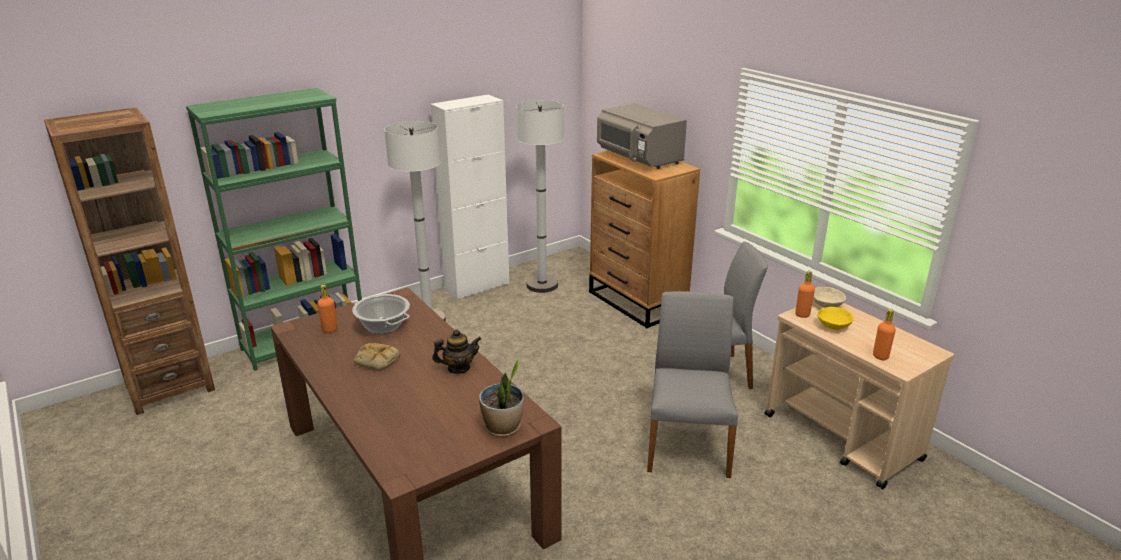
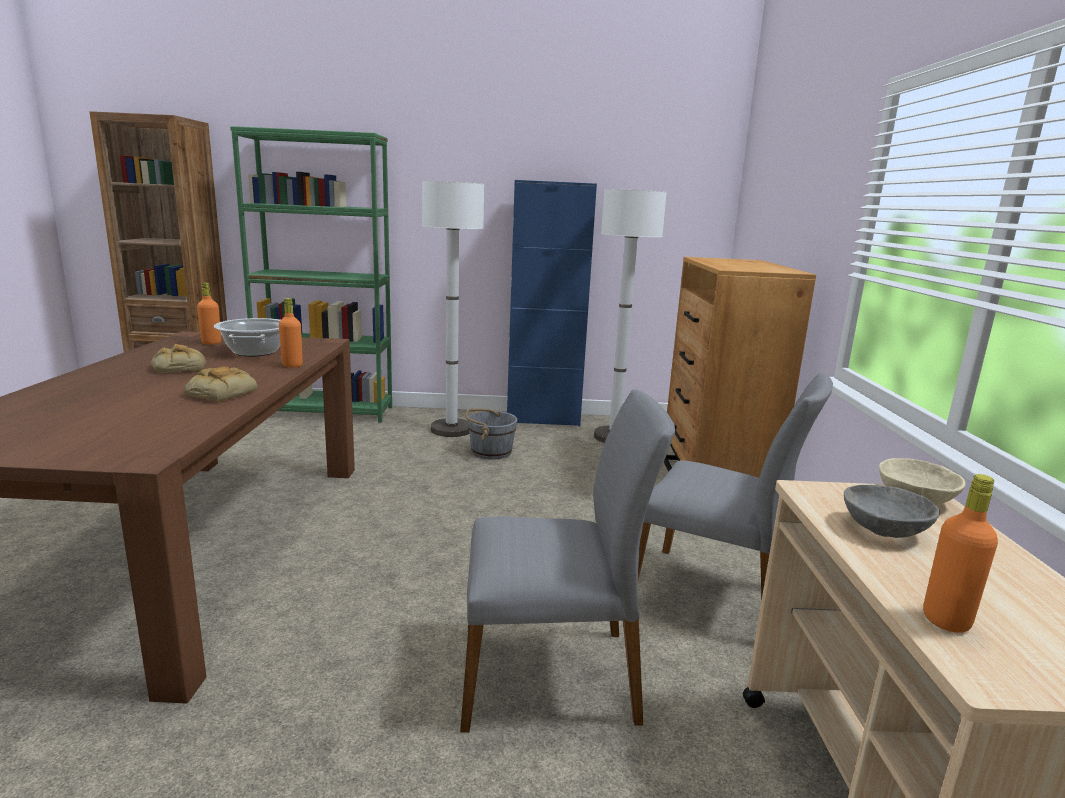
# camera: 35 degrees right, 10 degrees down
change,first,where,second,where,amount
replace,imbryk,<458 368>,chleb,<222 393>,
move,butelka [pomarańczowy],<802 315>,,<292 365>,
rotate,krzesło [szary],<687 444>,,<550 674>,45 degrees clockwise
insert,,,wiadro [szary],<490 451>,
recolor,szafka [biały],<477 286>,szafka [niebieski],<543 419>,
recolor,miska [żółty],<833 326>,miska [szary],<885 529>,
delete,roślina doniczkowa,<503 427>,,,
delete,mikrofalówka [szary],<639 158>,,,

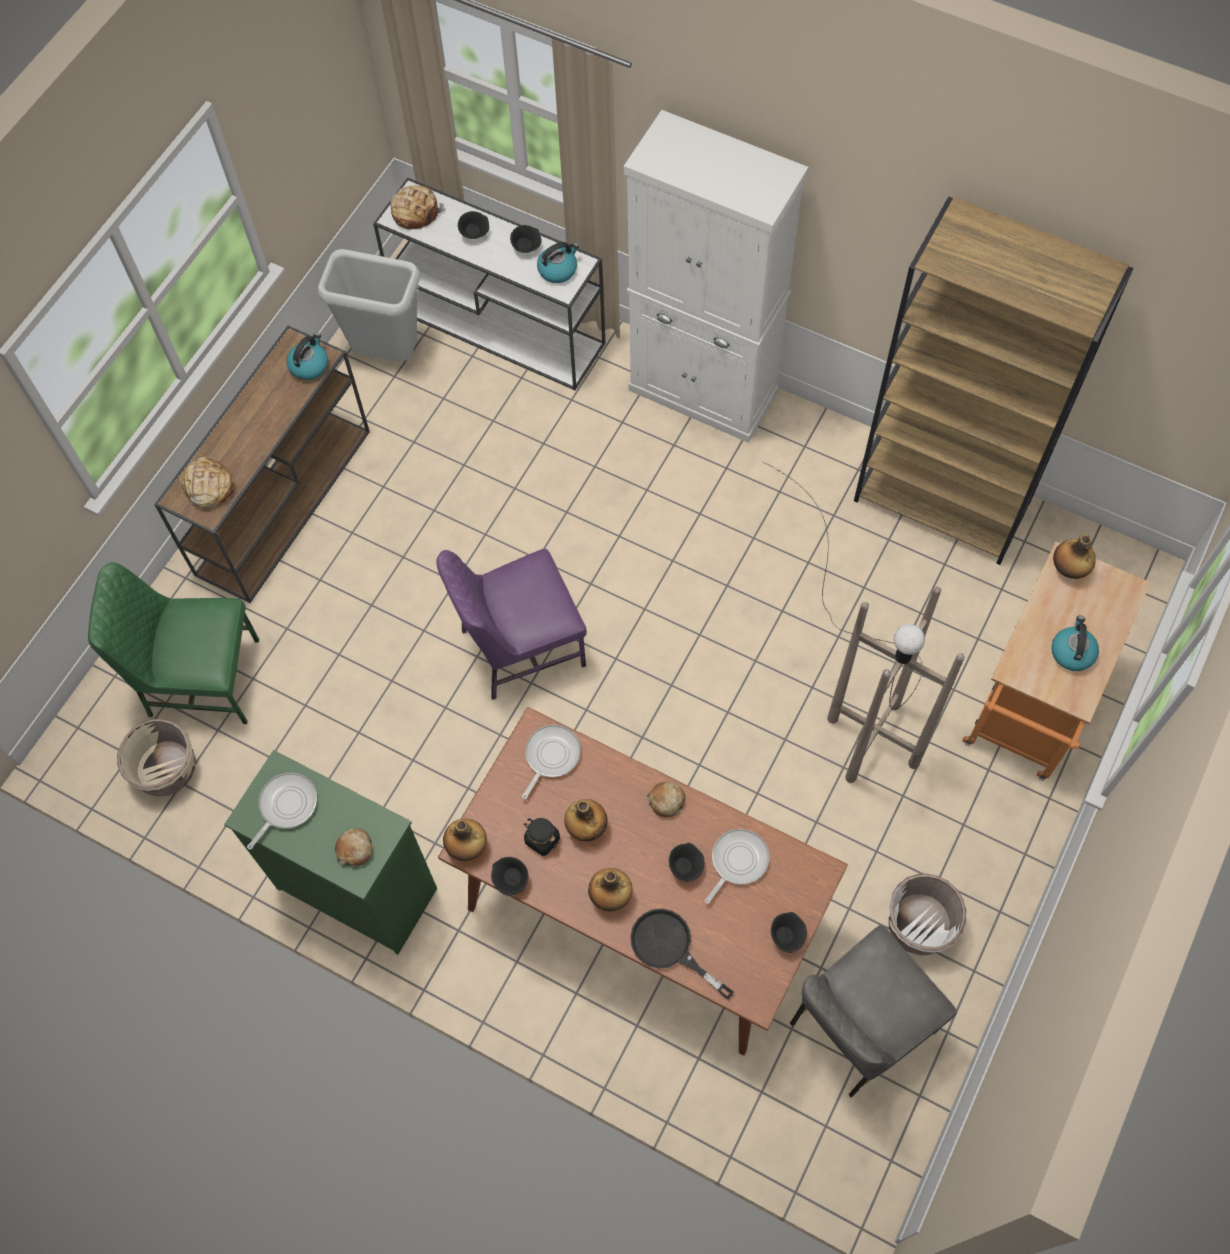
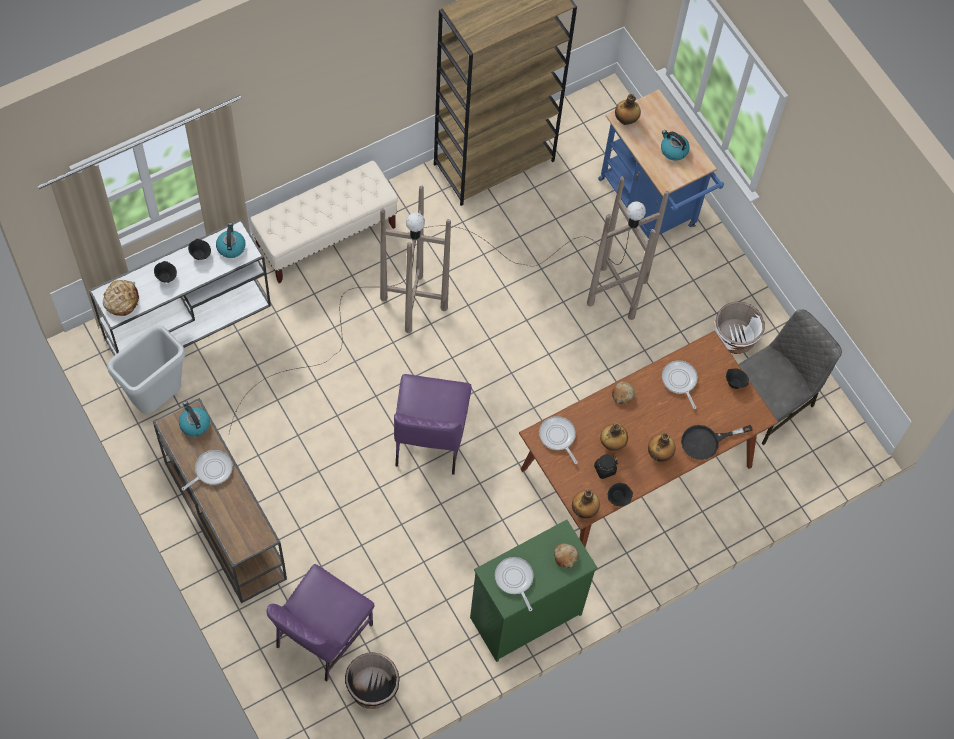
# camera: 65 degrees left, 0 degrees up
change,first,where,second,where,amount
insert,,,patelnia,<211 470>,
insert,,,lampa stojąca [brązowy],<365 325>,
replace,szafka [biały],<703 391>,ławka [beżowy],<326 237>,
recolor,krzesło [zielony],<201 679>,krzesło [fioletowy],<321 635>,
recolor,donica [beżowy],<166 770>,donica [czarny],<372 688>,
recolor,wózek [pomarańczowy],<1027 713>,wózek [niebieski],<651 207>,
rotate,krzesło [szary],<858 1026>,,<770 401>,120 degrees counterclockwise
delete,chleb,<208 487>,,,
delete,miska [czarny],<685 866>,,,

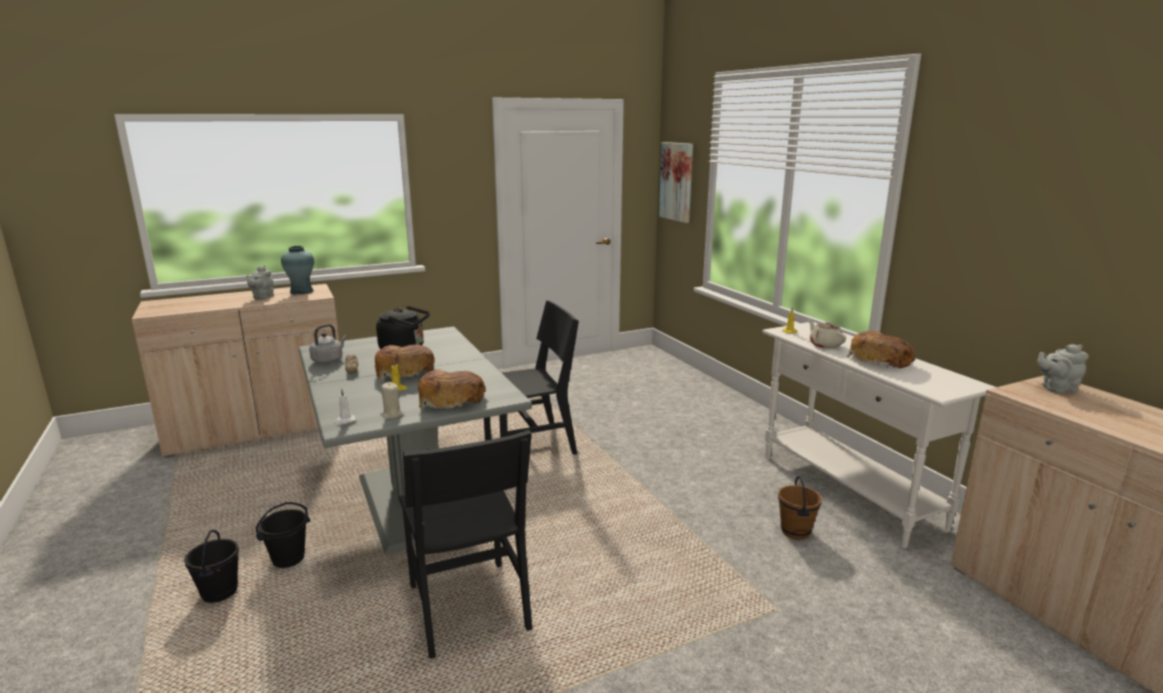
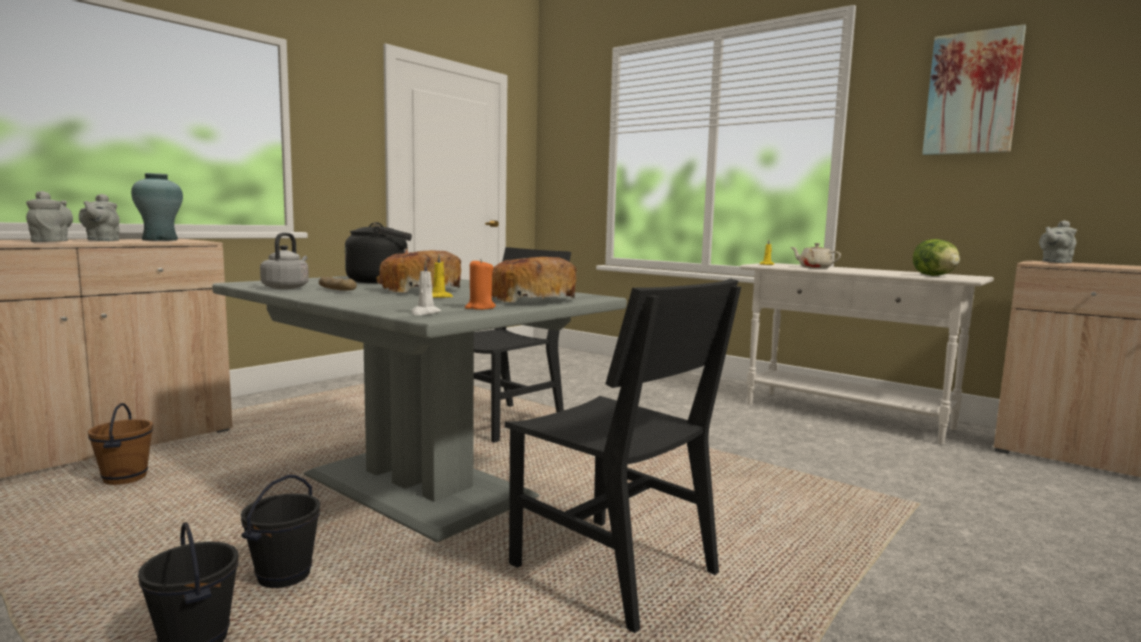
# camera: 25 degrees left, 10 degrees down
change,first,where,second,where,amount
insert,,,imbryk [szary],<52 242>,
move,wiadro [brązowy],<796 532>,,<126 479>,
recolor,świeca [beżowy],<391 414>,świeca [pomarańczowy],<480 308>,
insert,,,sałata,<935 276>,
move,obraz,<677 181>,,<972 93>,
delete,chleb,<879 360>,,,

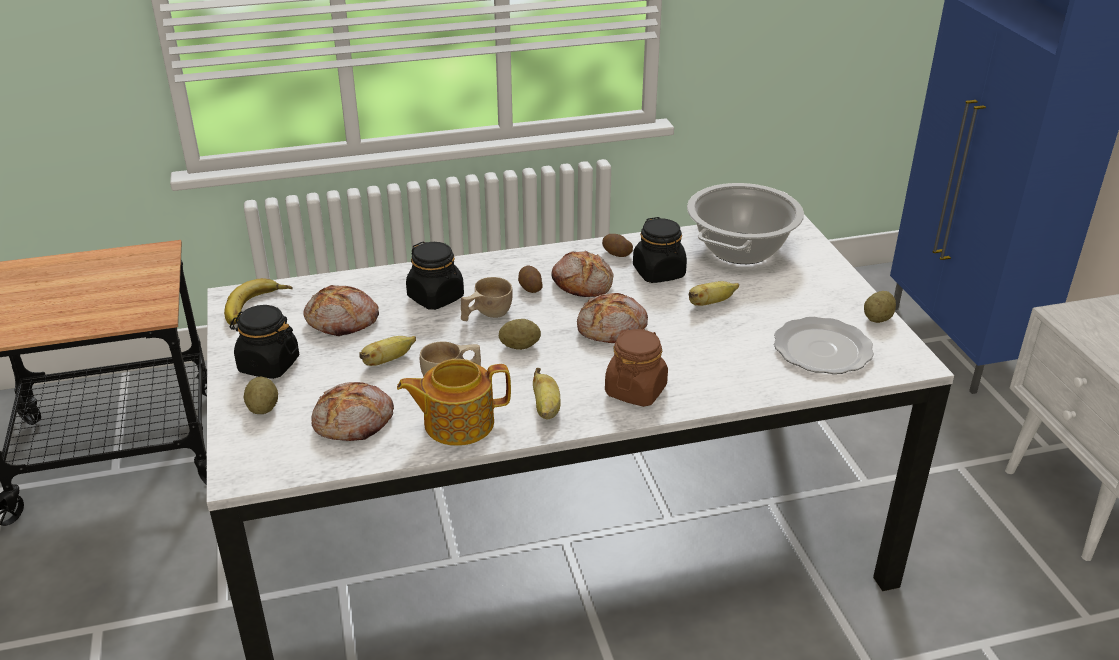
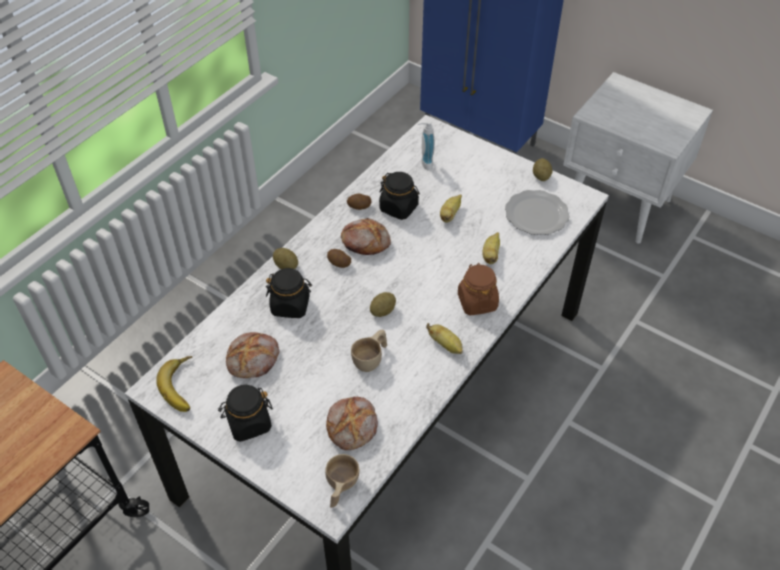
# camera: 40 degrees left, 15 degrees up
change,first,where,second,where,amount
move,ziemniak,<263 408>,,<286 266>,
move,filiżanka [beżowy],<486 315>,,<340 488>,
replace,garnek,<741 249>,dozownik mydła,<424 164>,
move,banan,<387 361>,,<491 255>,
delete,imbryk,<457 423>,,,
delete,chleb,<612 328>,,,

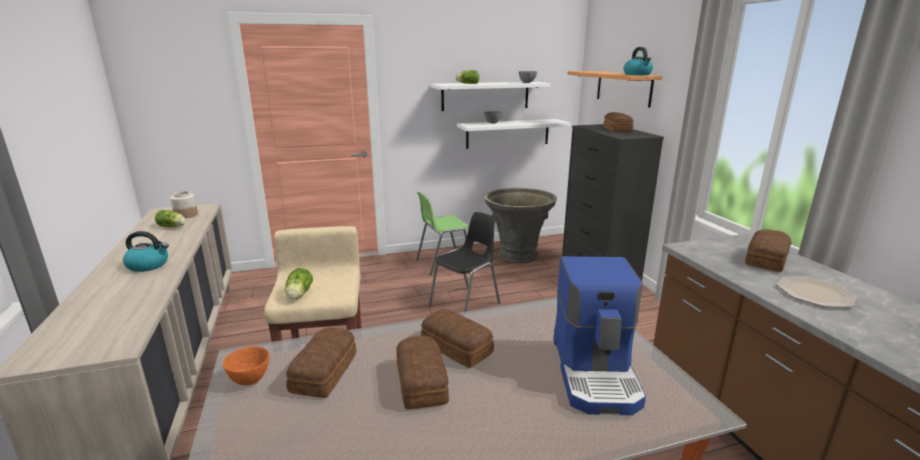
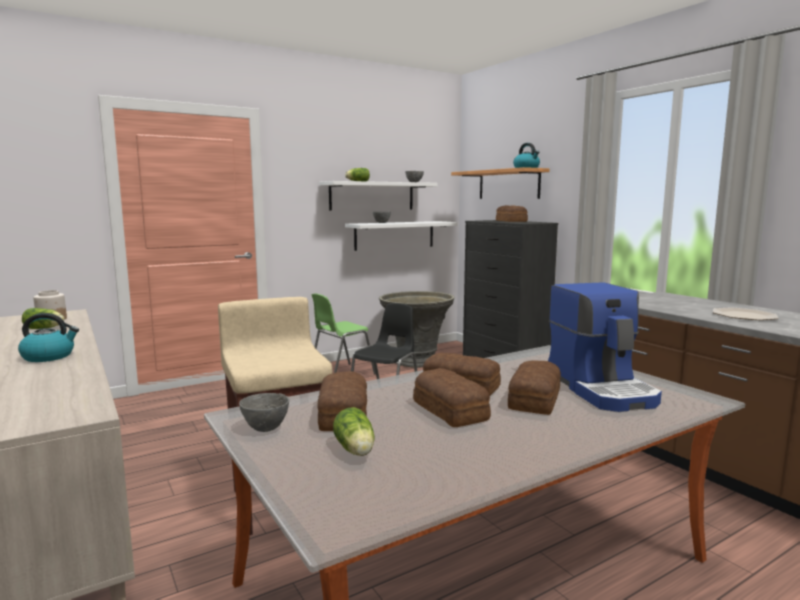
# camera: 15 degrees left, 10 degrees down
change,first,where,second,where,amount
recolor,miska [pomarańczowy],<249 380>,miska [szary],<265 428>,
move,sałata,<298 295>,,<355 450>,
move,chleb,<767 259>,,<536 399>,

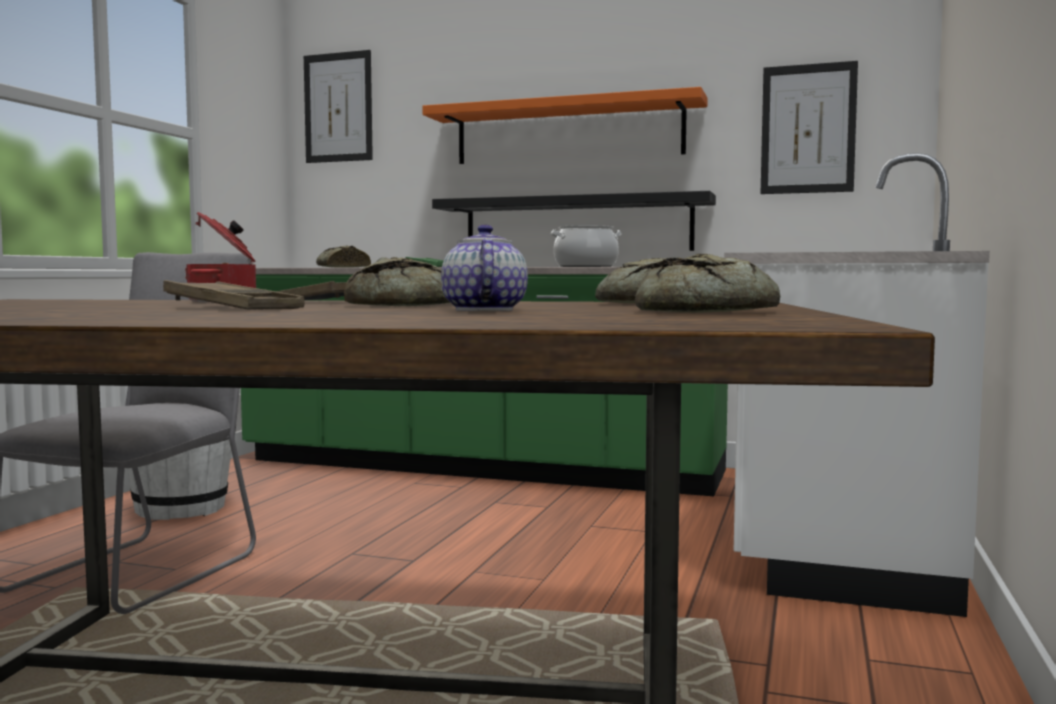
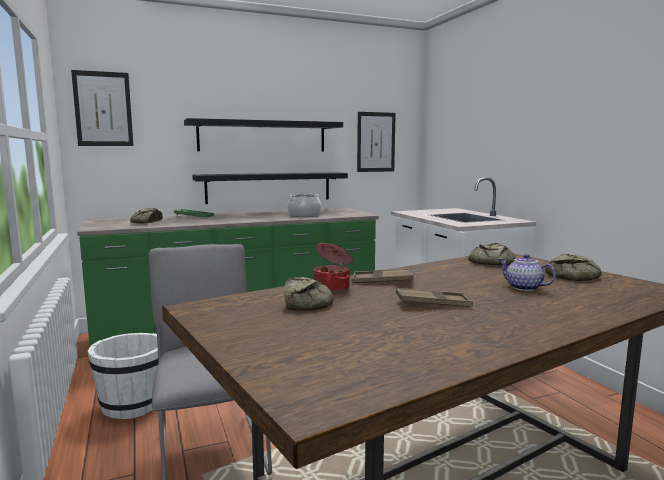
# camera: 40 degrees left, 5 degrees up
change,first,where,second,where,amount
recolor,półka [pomarańczowy],<568 132>,półka [czarny],<263 136>,
move,chleb,<409 305>,,<306 302>,

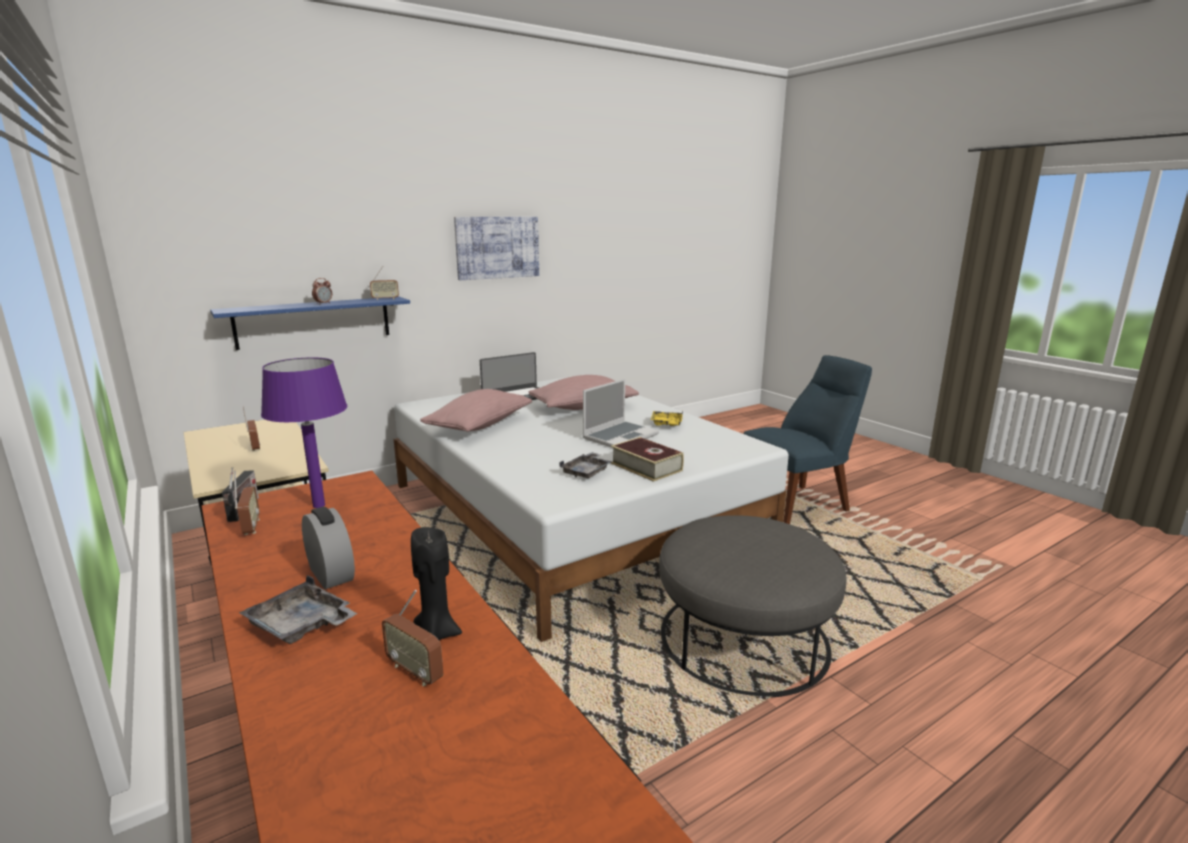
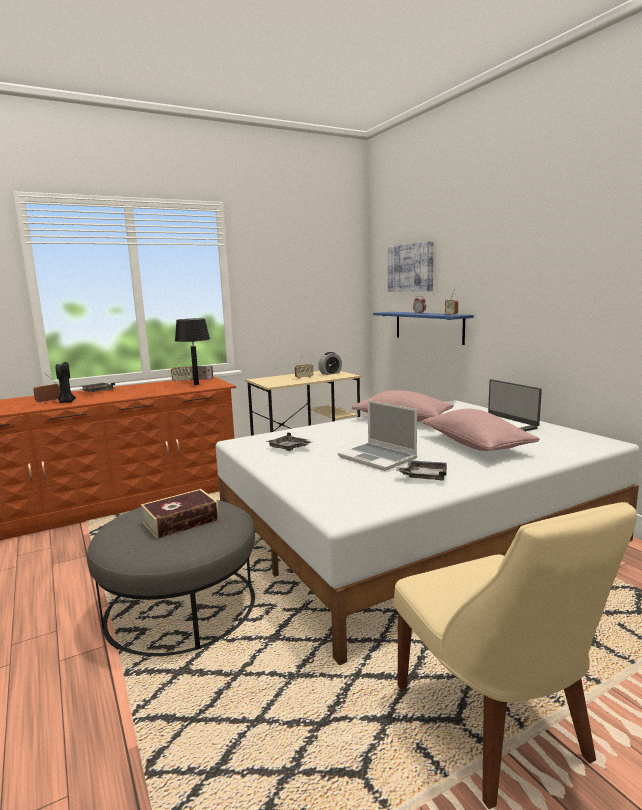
# camera: 95 degrees right, 5 degrees down
change,first,where,second,where,amount
move,książka,<646 467>,,<181 521>,
recolor,lampa stołowa [fioletowy],<319 505>,lampa stołowa [czarny],<196 384>,
move,budzik,<331 574>,,<330 373>,
move,obraz,<497 247>,,<410 268>,
recolor,krzesło [niebieski],<798 504>,krzesło [beżowy],<495 727>,
recolor,taca [żółty],<666 424>,taca [szary],<424 476>,

